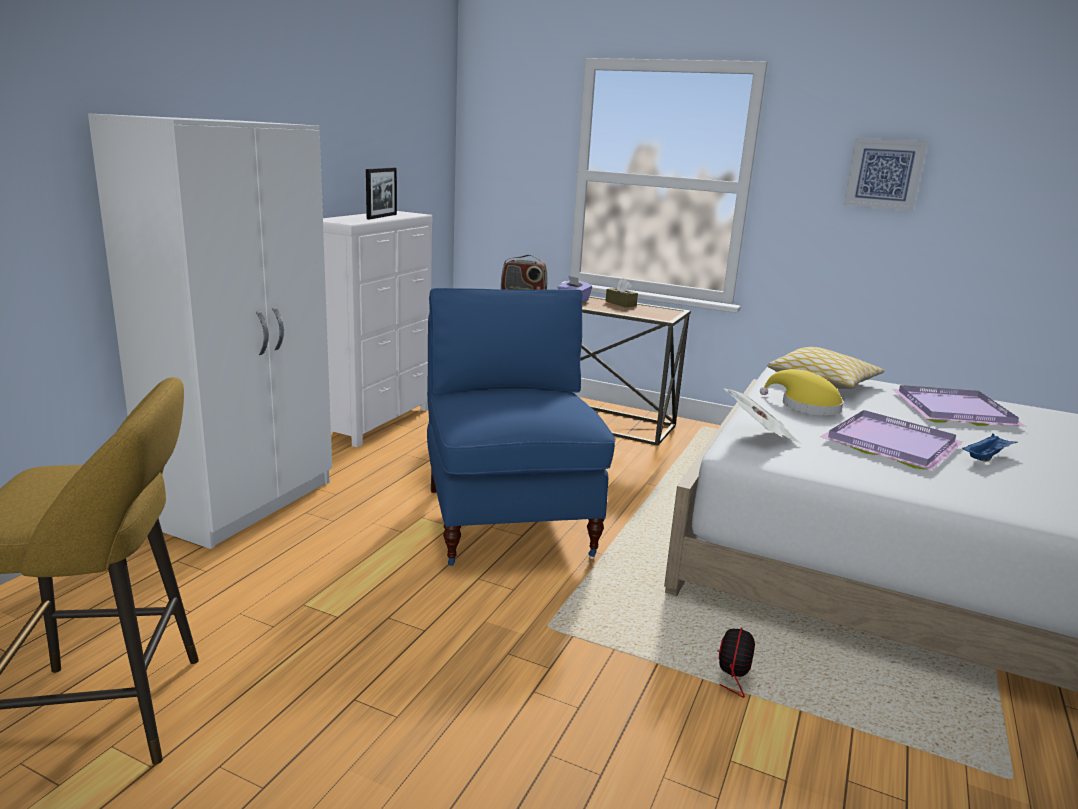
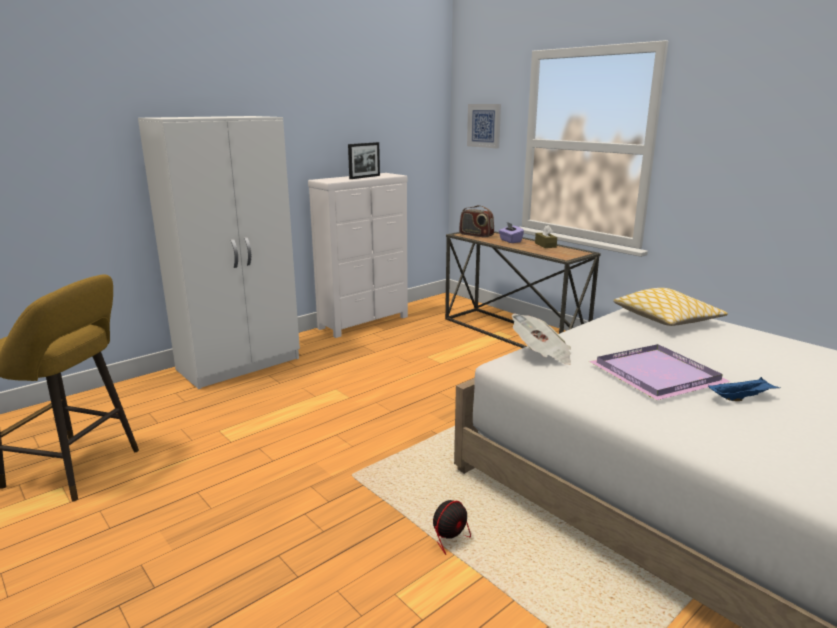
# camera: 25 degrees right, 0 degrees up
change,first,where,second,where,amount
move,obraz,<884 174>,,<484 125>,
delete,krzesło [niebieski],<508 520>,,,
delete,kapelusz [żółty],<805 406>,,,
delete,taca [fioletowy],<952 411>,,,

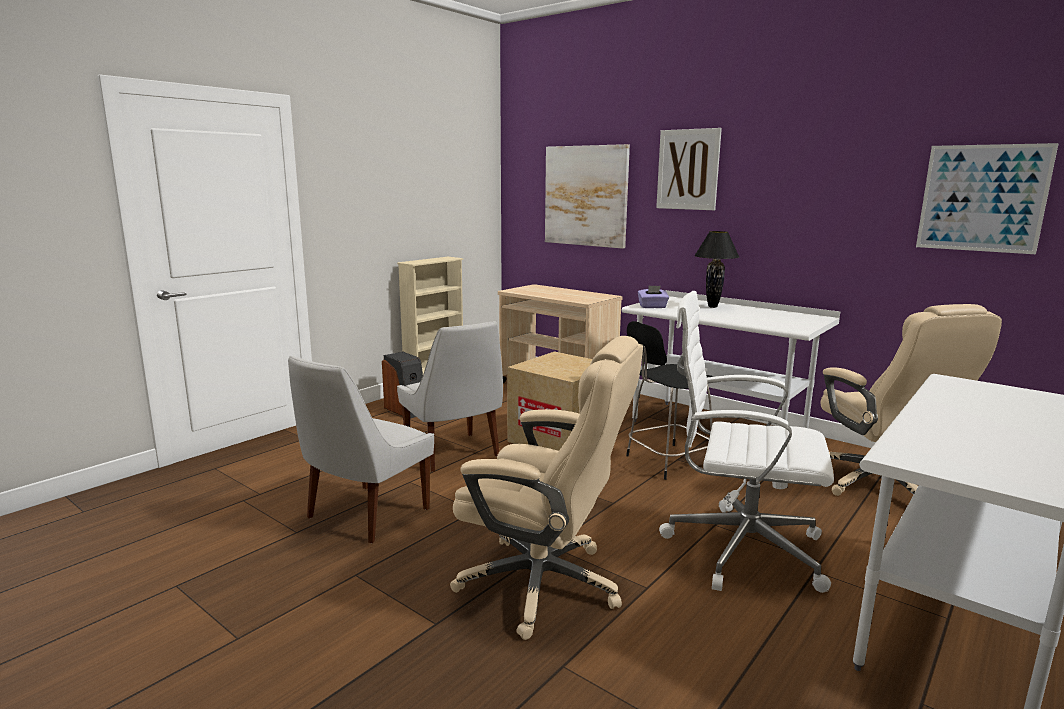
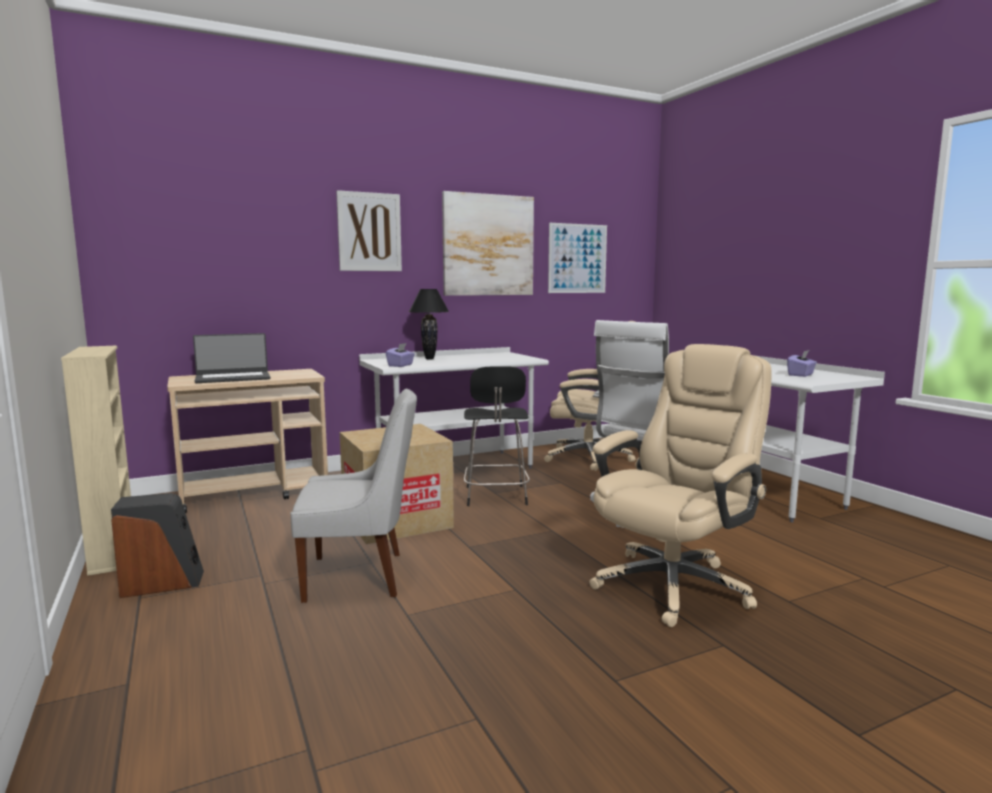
# camera: 65 degrees left, 5 degrees down
change,first,where,second,where,amount
insert,,,laptop,<233 378>,
move,obraz,<586 196>,,<488 245>,
insert,,,pudełko chusteczek [fioletowy],<801 375>,
delete,krzesło [biały],<364 515>,,,

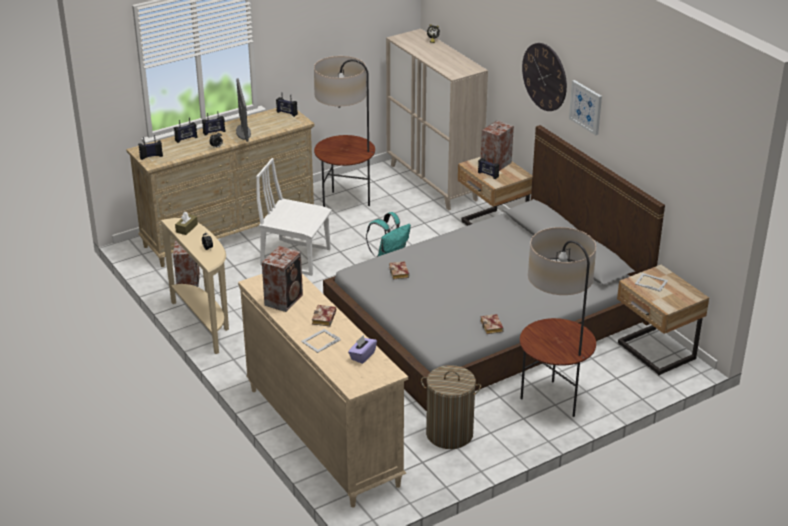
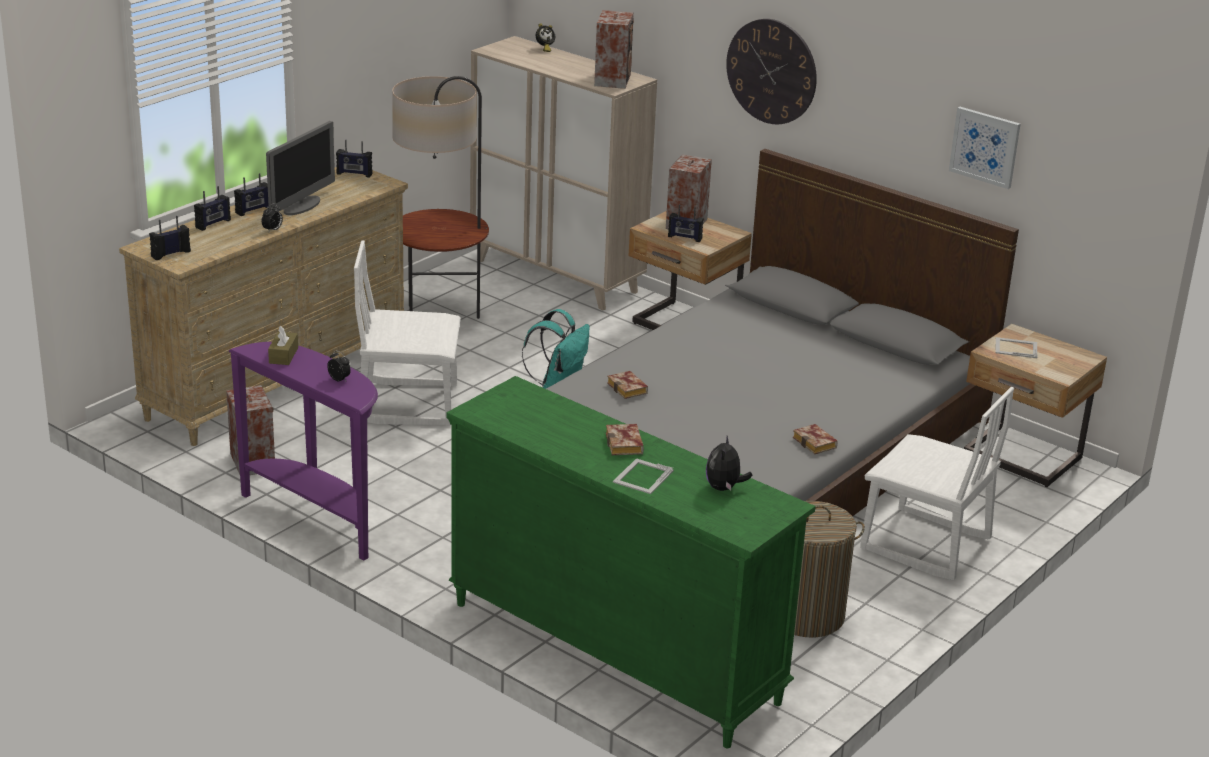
# camera: 20 degrees left, 5 degrees down
change,first,where,second,where,amount
recolor,stolik konsolowy [beżowy],<205 323>,stolik konsolowy [fioletowy],<318 517>,
rotate,monitor,<243 132>,,<302 206>,60 degrees clockwise
recolor,komoda [beżowy],<322 435>,komoda [zielony],<612 651>,
move,głośnik,<284 299>,,<613 80>,
replace,pudełko chusteczek [fioletowy],<362 356>,pluszak,<724 488>,
replace,lampa stojąca,<552 401>,krzesło [biały],<925 545>,
move,obraz,<586 107>,,<985 147>,

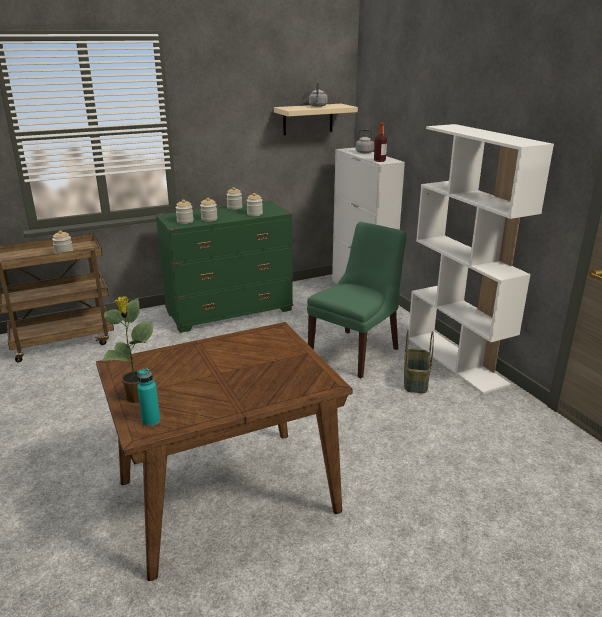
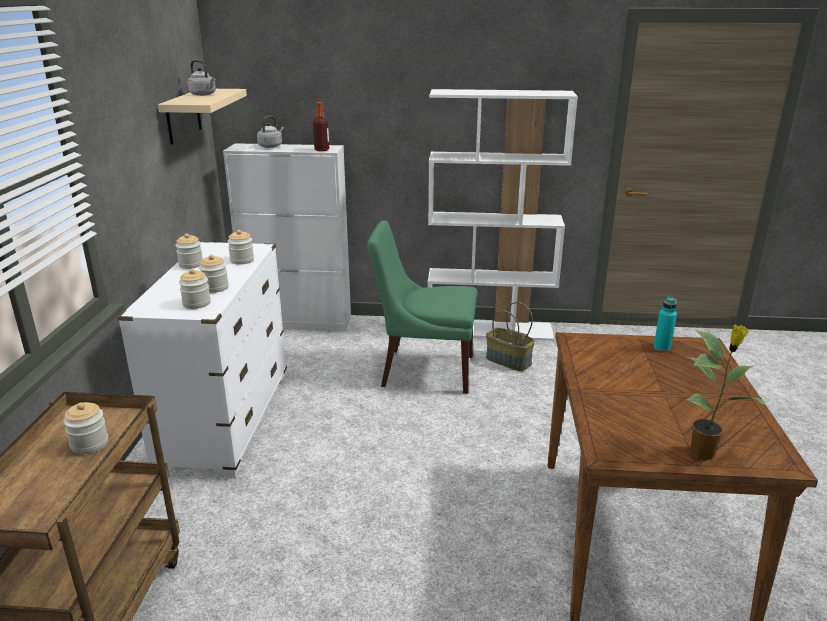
# camera: 60 degrees left, 0 degrees up
change,first,where,second,where,amount
recolor,komoda [zielony],<229 312>,komoda [biały],<226 419>,
rotate,krzesło [zielony],<355 352>,,<424 370>,60 degrees counterclockwise
move,butelka [turkusowy],<151 421>,,<662 347>,

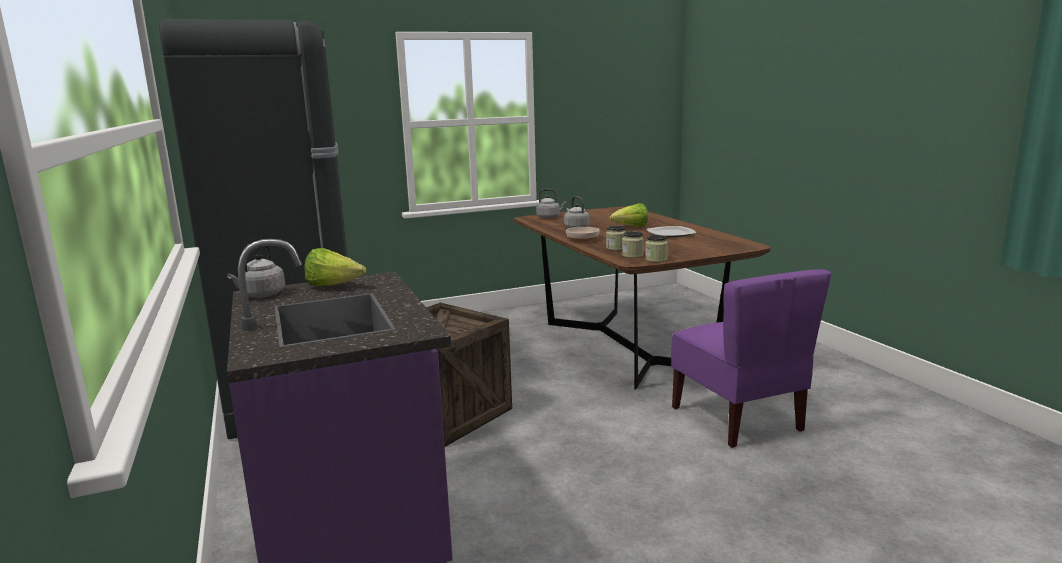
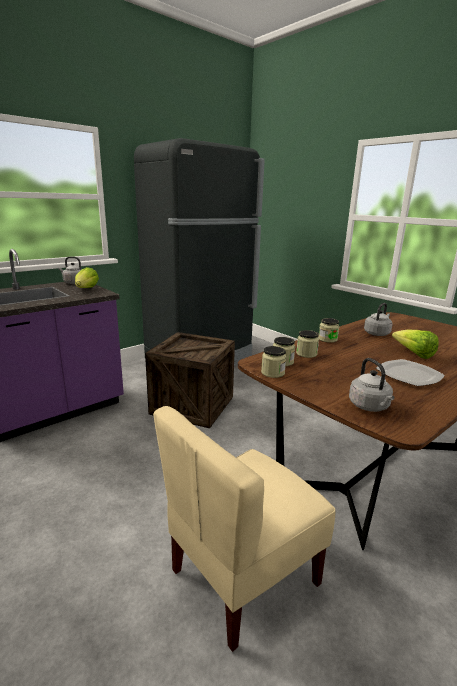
# camera: 70 degrees right, 5 degrees up
change,first,where,second,where,amount
recolor,krzesło [fioletowy],<738 419>,krzesło [beżowy],<242 575>,
replace,miska,<582 240>,słoik,<327 339>,
move,czajnik [szary],<549 217>,,<370 407>,

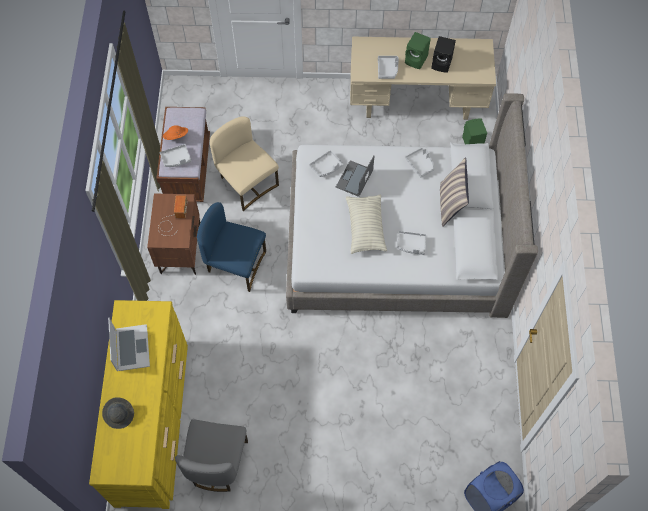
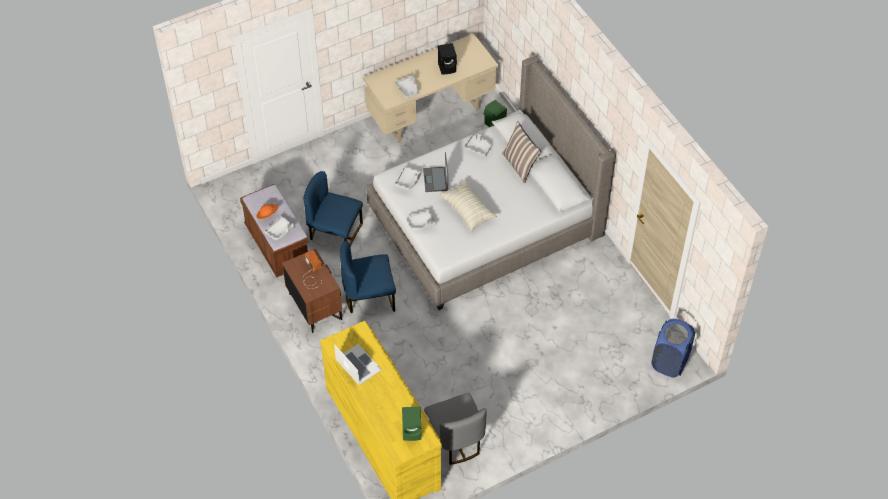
# camera: 30 degrees left, 10 degrees down
change,first,where,second,where,amount
recolor,krzesło [beżowy],<247 183>,krzesło [niebieski],<335 234>,
move,głośnik [zielony],<416 60>,,<412 431>,
move,taca [szary],<411 245>,,<421 223>,
delete,kapelusz [szary],<120 415>,,,

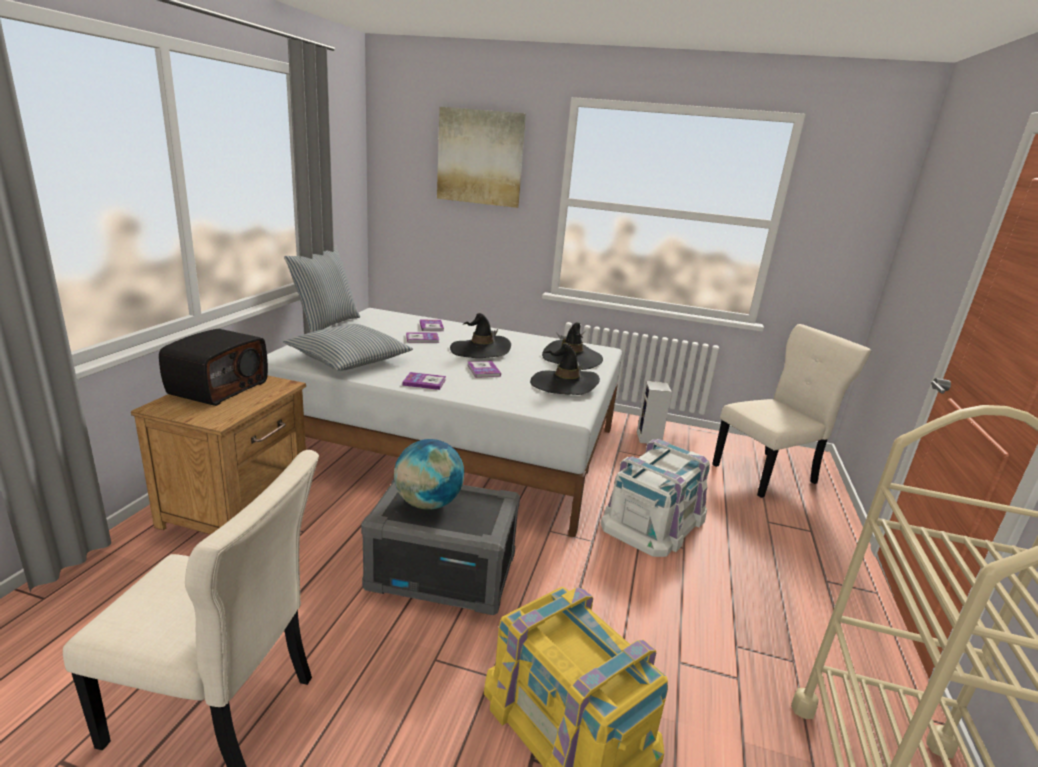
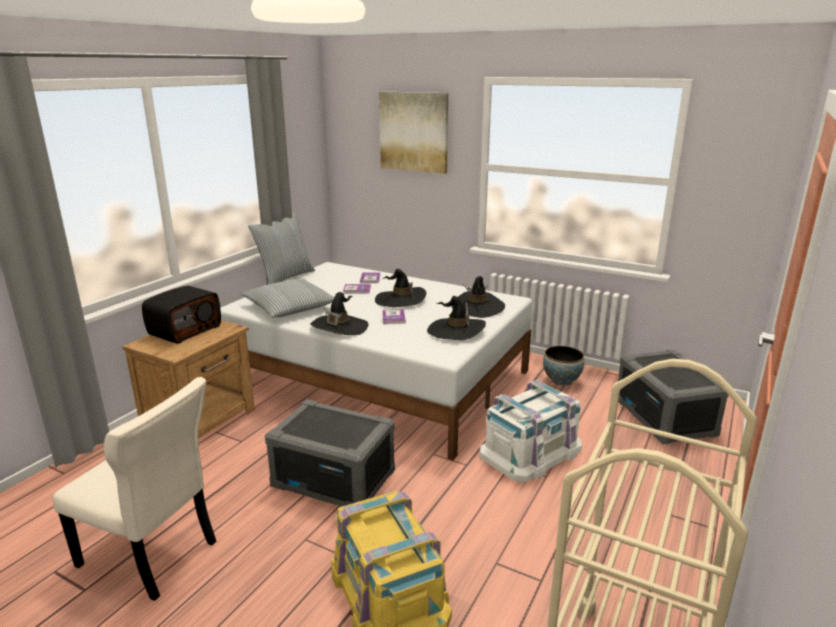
# camera: 15 degrees right, 0 degrees up
change,first,where,second,where,amount
replace,książka,<424 382>,kapelusz [czarny],<339 327>,
replace,głośnik,<649 439>,miska,<561 381>,
replace,krzesło [beżowy],<767 473>,pojemnik do przechowywania [szary],<665 417>,
delete,globus,<428 503>,,,

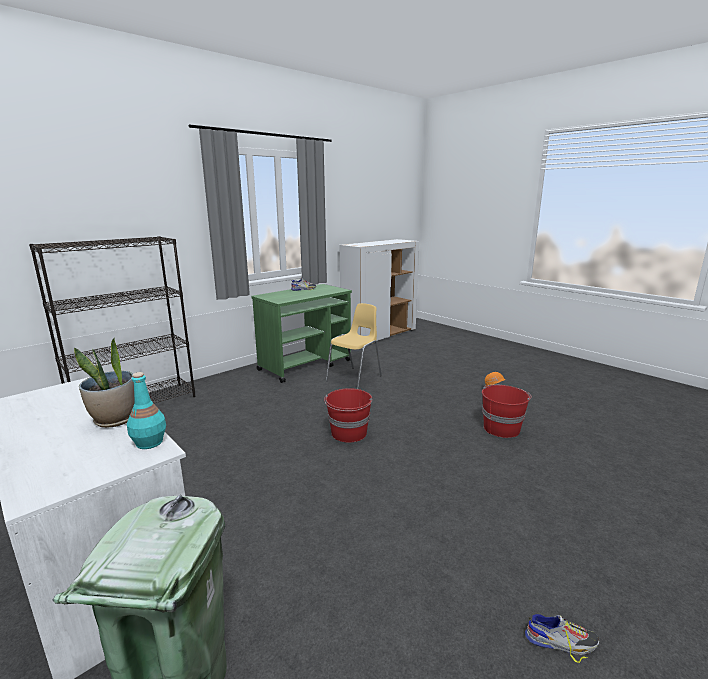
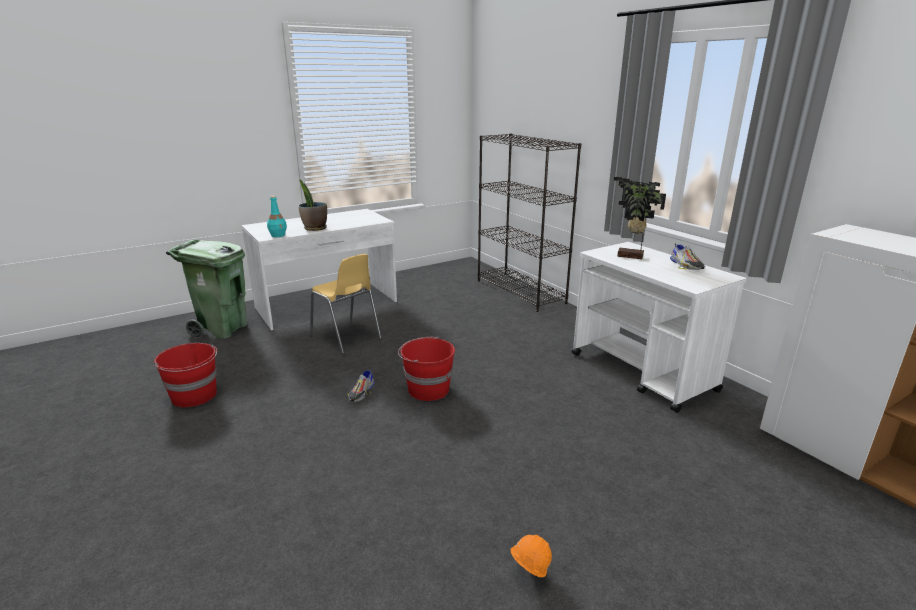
# camera: 100 degrees right, 5 degrees up
change,first,where,second,where,amount
move,wiadro [czerwony],<501 428>,,<195 396>,
move,krzesło [żółty],<355 379>,,<346 337>,
move,but,<561 640>,,<361 392>,
recolor,wózek [zielony],<306 365>,wózek [biały],<642 372>,
insert,,,roślina doniczkowa,<630 257>,

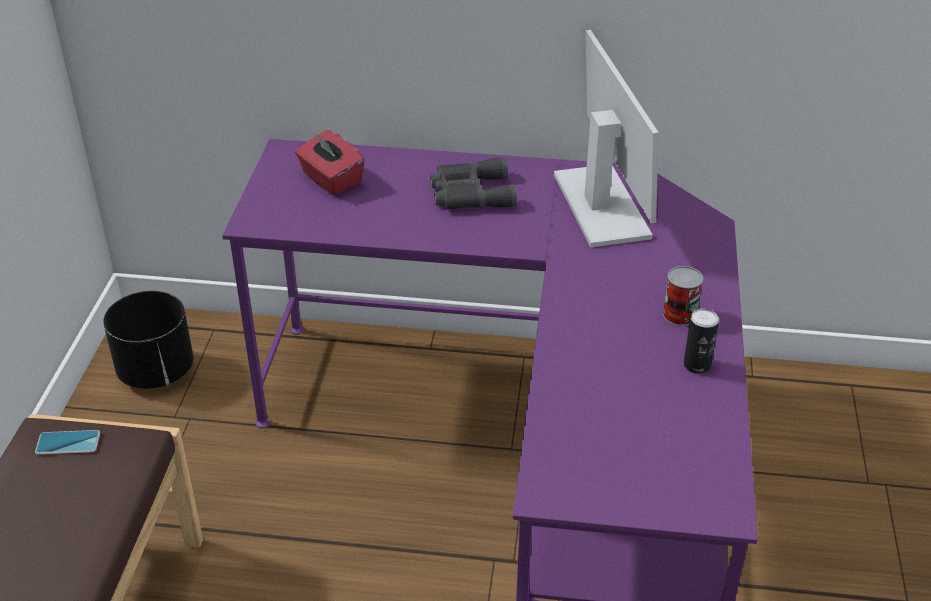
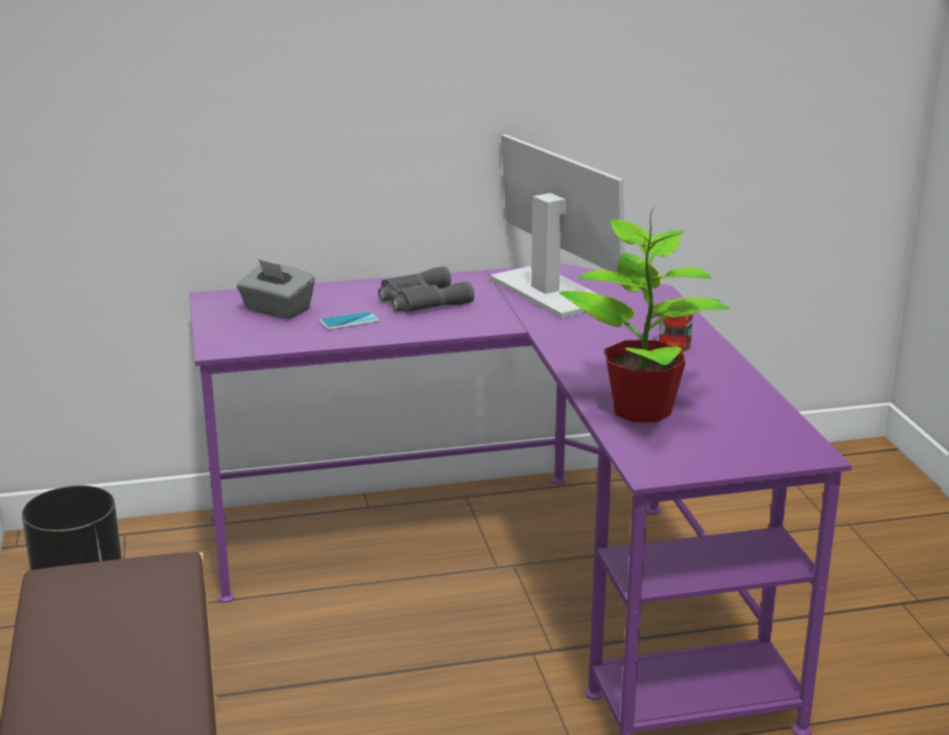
# camera: 20 degrees left, 15 degrees down
change,first,where,second,where,amount
recolor,pudełko chusteczek [czerwony],<331 180>,pudełko chusteczek [szary],<277 310>,
move,telefon,<68 443>,,<349 321>,
insert,,,roślina doniczkowa,<643 410>,
delete,puszka,<697 365>,,,

